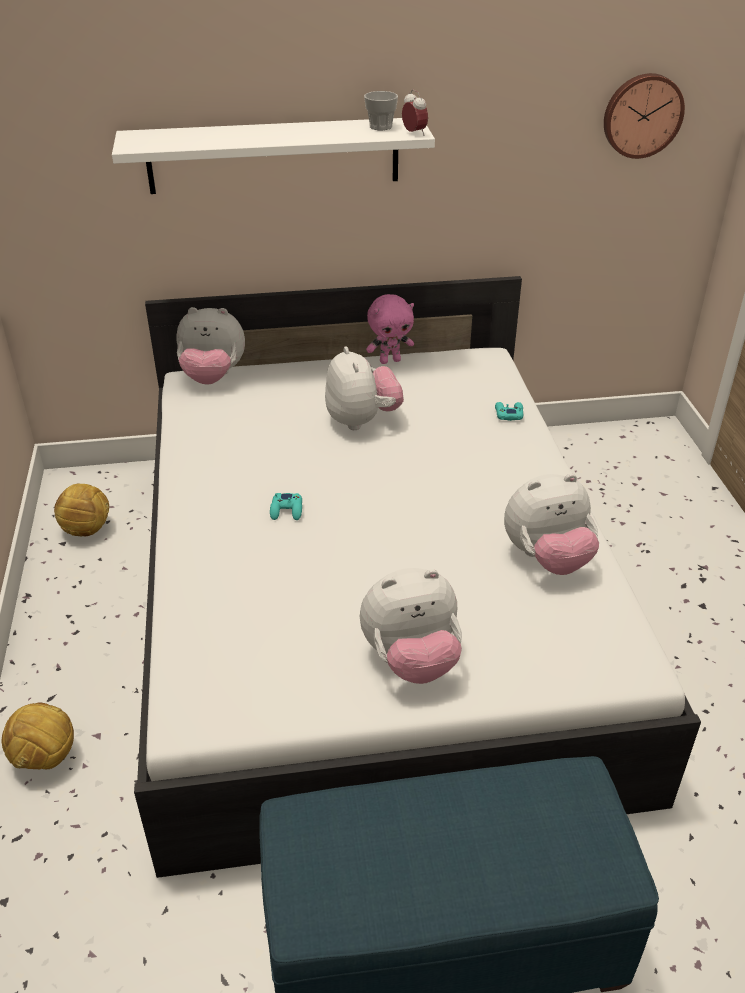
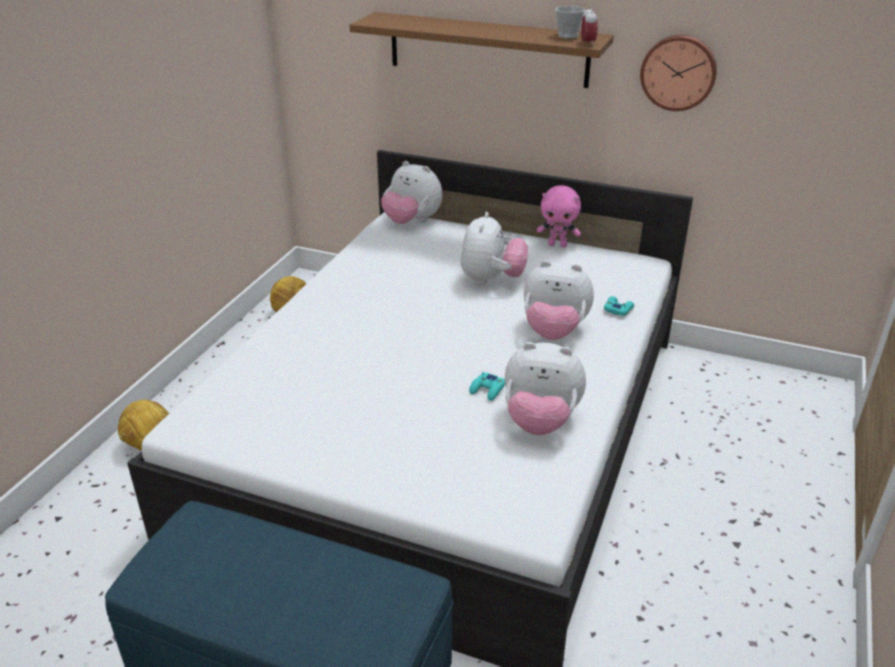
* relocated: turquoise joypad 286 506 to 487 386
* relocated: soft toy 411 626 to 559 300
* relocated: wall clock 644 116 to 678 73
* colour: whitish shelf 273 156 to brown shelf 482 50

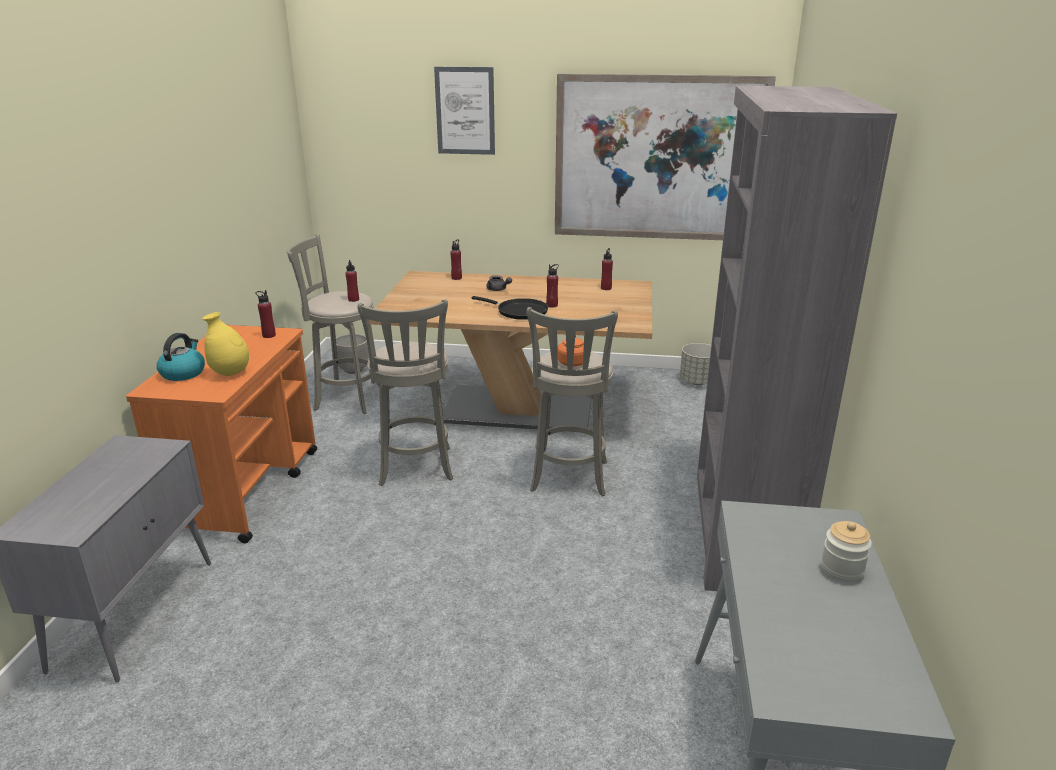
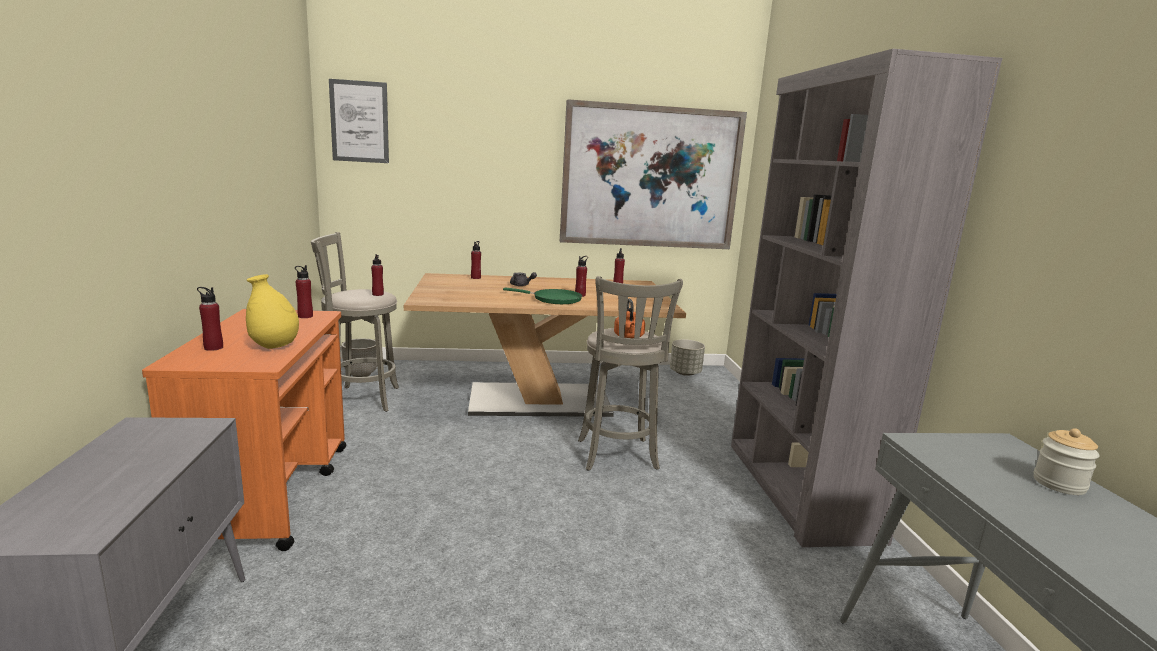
* missing: gray sitting stool 405 392
* relocated: picture 464 111 to 359 121
* exchanged: tea kettle 181 357 to reddish bottle 210 319
* colour: black-coloured pan 510 308 to green-coloured pan 542 296

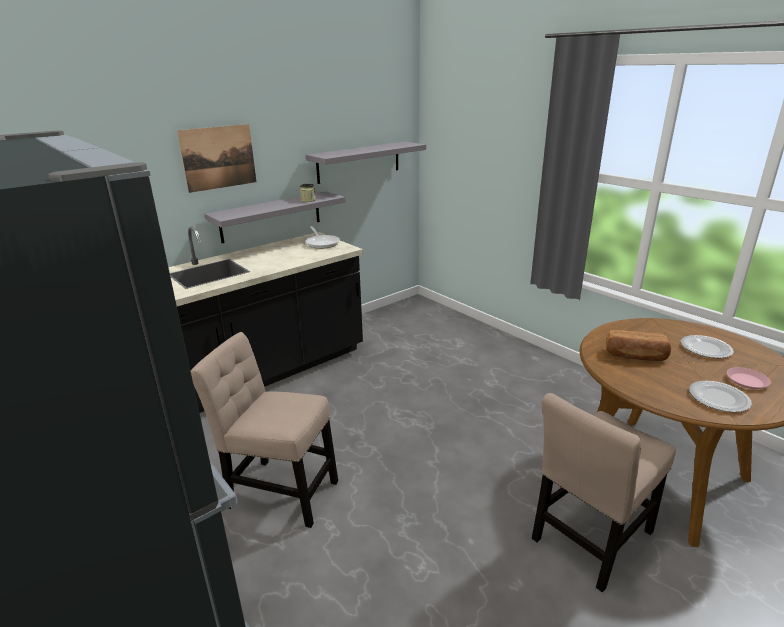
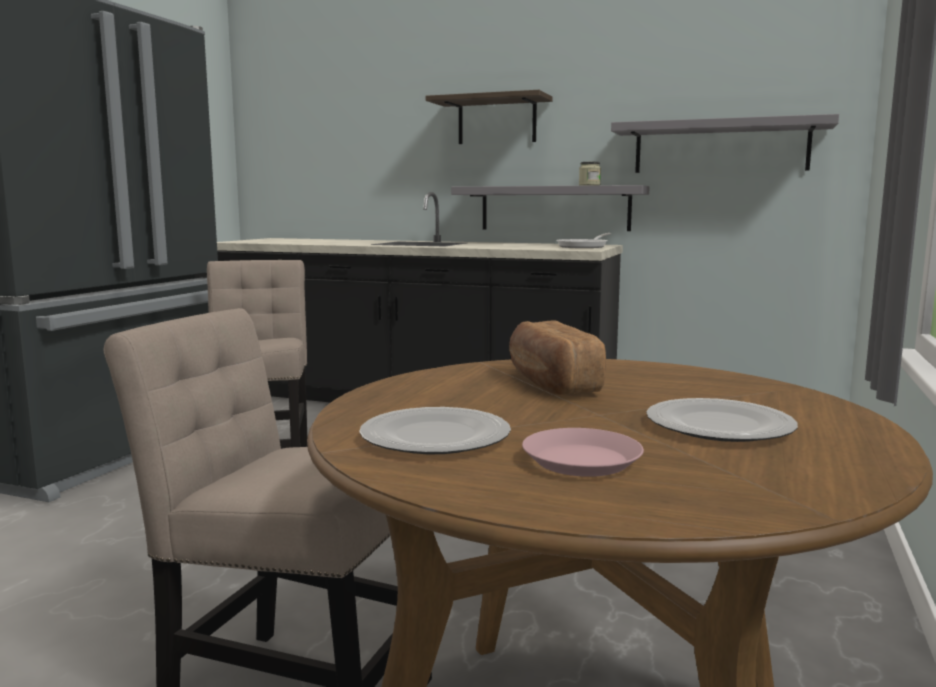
* exchanged: picture 216 158 to shelf 489 117

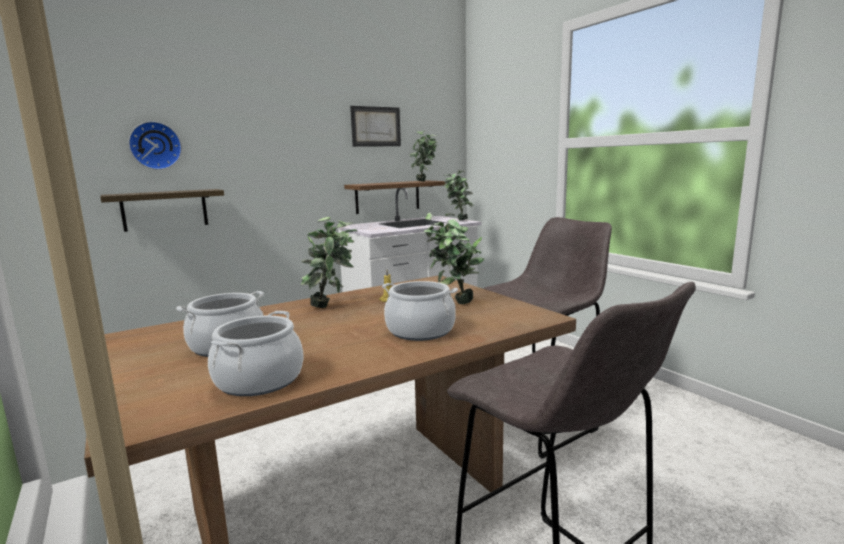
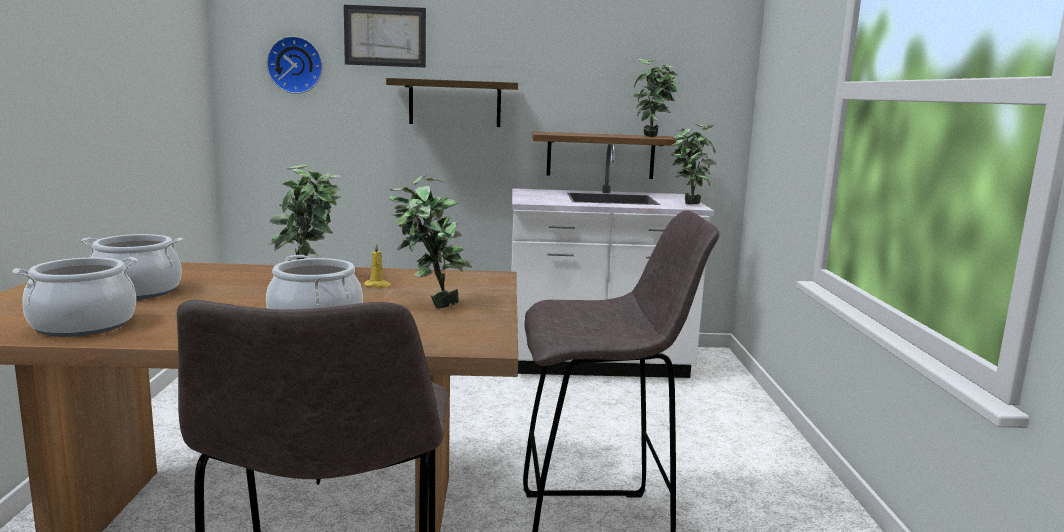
* relocated: shelf 162 210 to 452 102
* relocated: picture 375 126 to 385 36

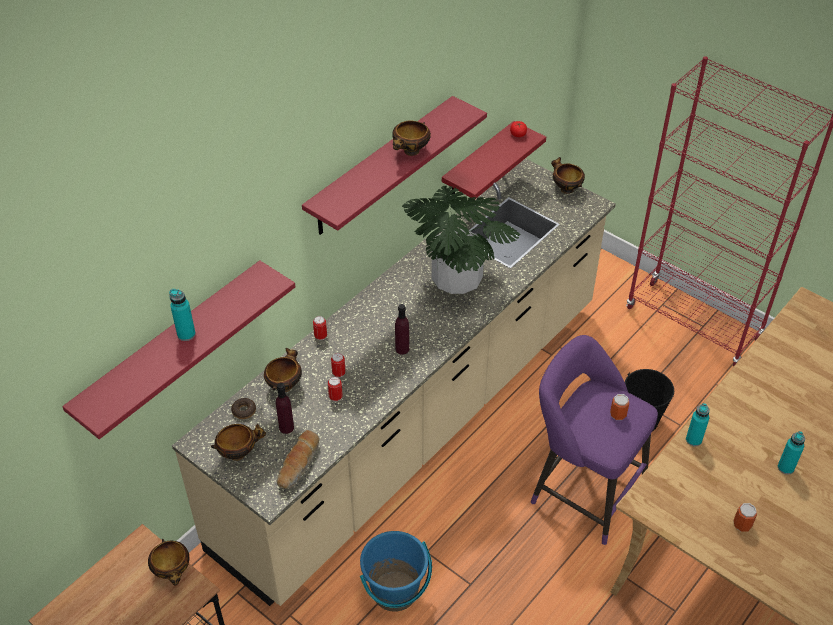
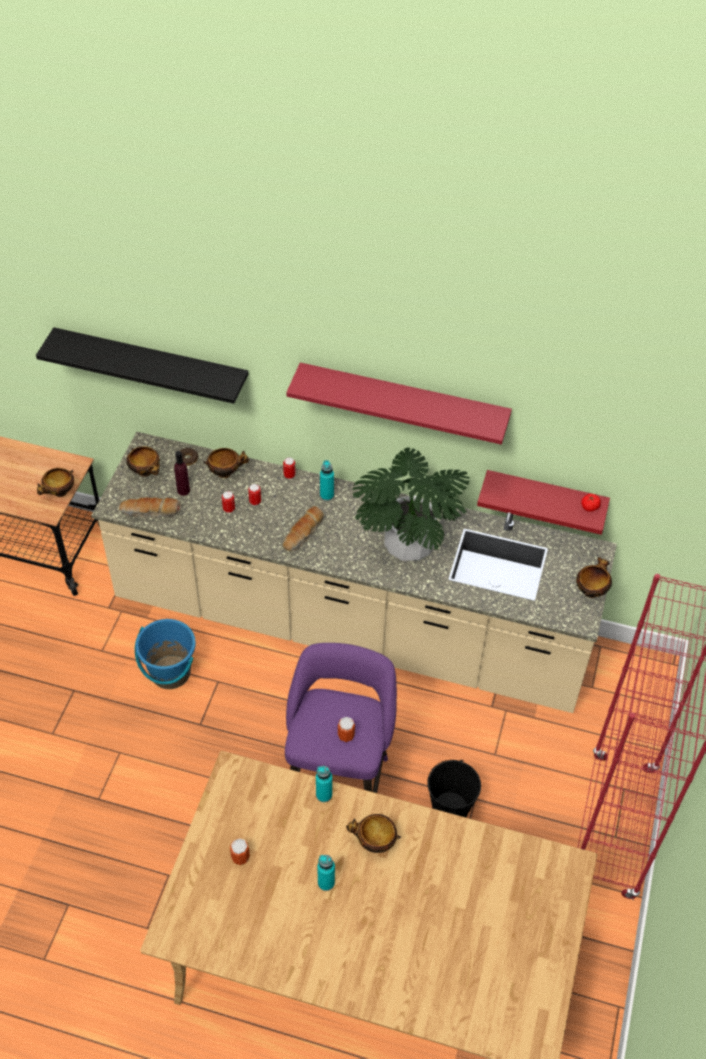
* relocated: turquoise bottle 182 315 to 327 480
* relocated: bowl 411 138 to 373 833
* exchanged: purplish bottle 402 329 to bread 303 529
* colour: reddish shelf 178 349 to black-coloured shelf 142 365

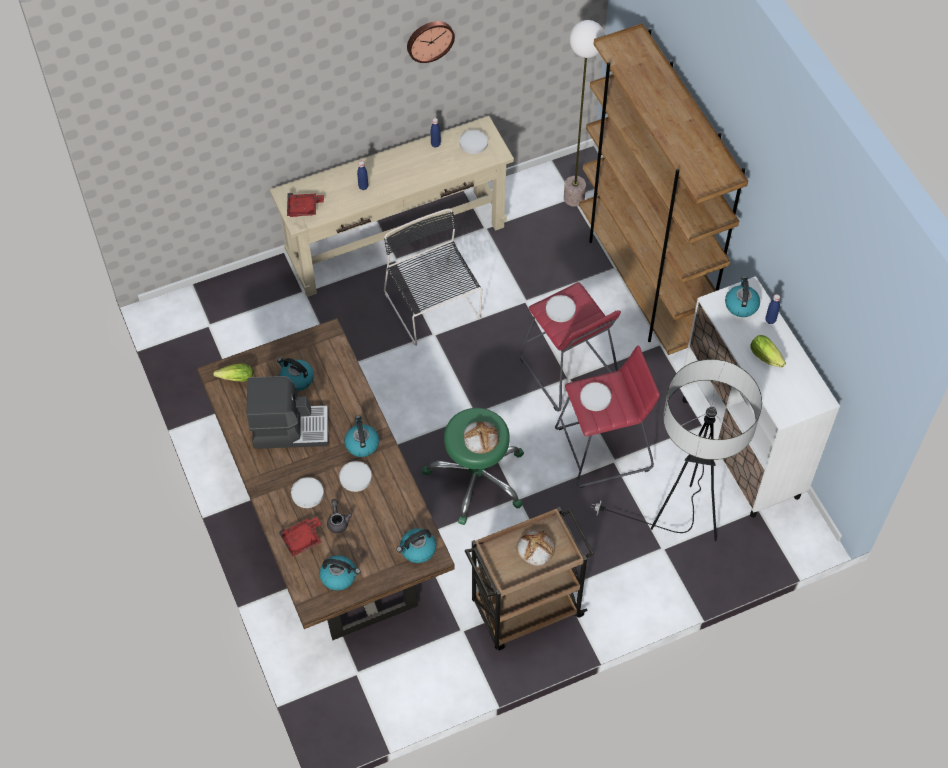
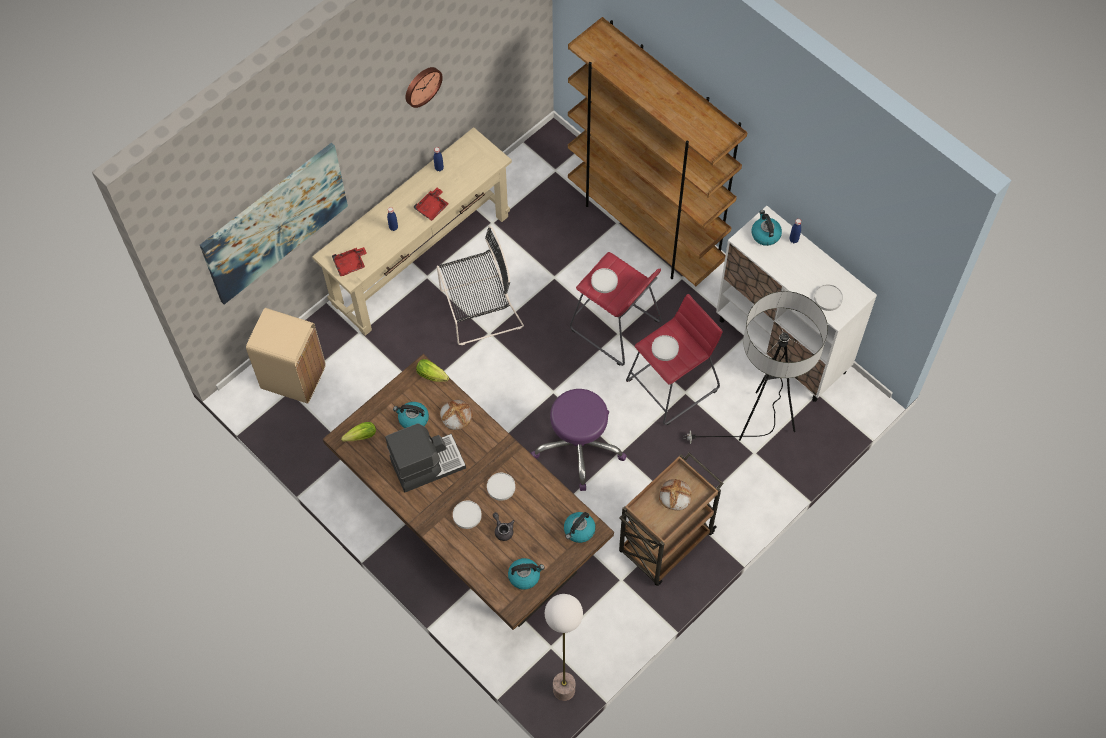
* missing: tea kettle 361 436
* appeared: picture 274 223
* appeared: sand-coloured rubbish bin 286 356
* relocated: reddish tray 300 537 to 431 204
* relocated: whitish flat dish 474 142 to 828 297
* relocated: bread 481 437 to 456 414
* relocated: floor lamp 584 113 to 564 647
* relocated: head of lettuce 768 351 to 432 370
* colour: green-coloured sitting stool 473 466 to purplish sitting stool 579 440
* spun: black-coloured upright chair 433 277 = 480 285 120 degrees clockwise

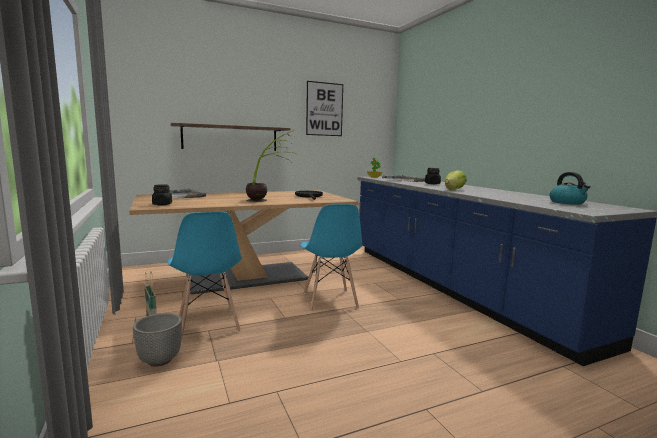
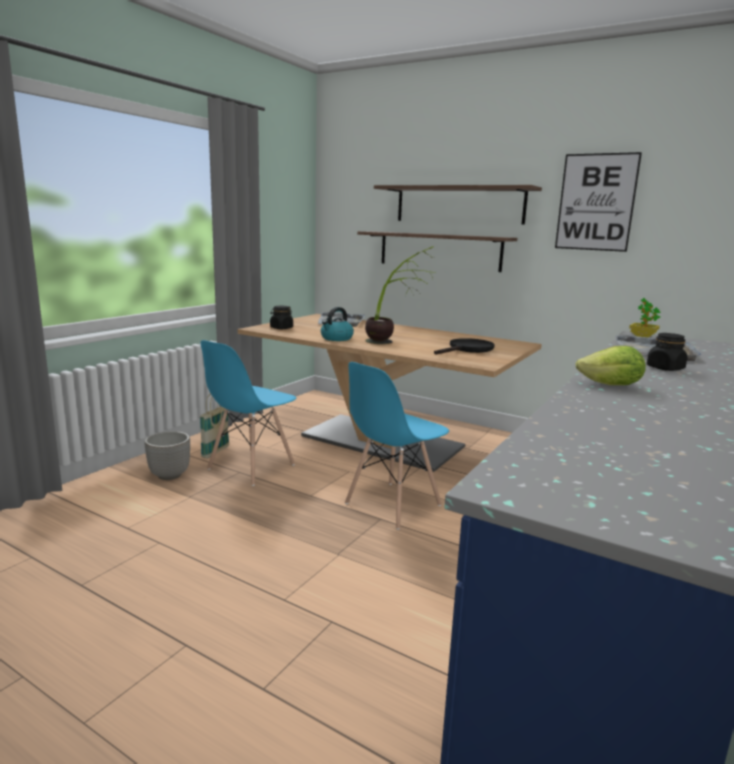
* appeared: shelf 458 205
* relocated: tea kettle 570 188 to 337 324

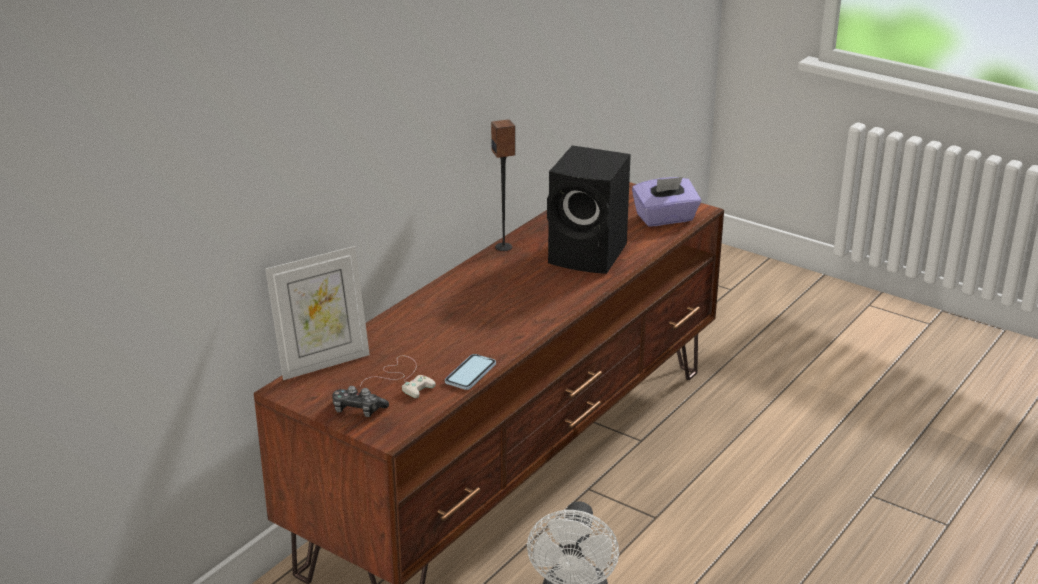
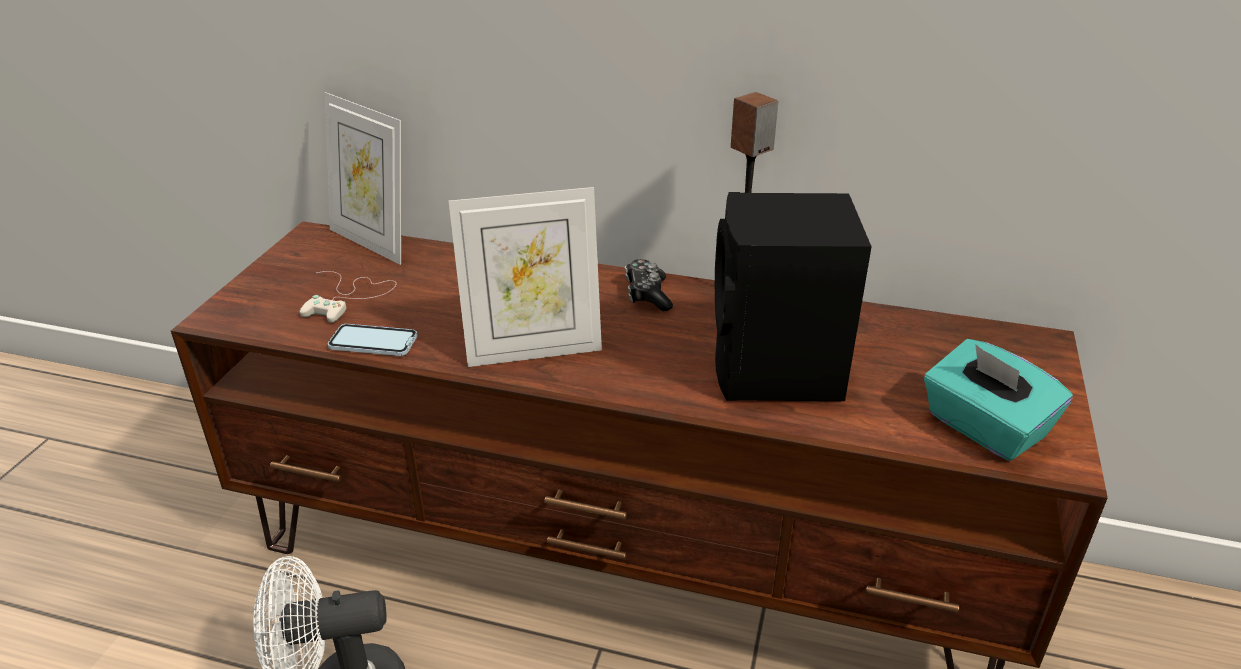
* appeared: picture frame 525 277
* relocated: joypad 360 401 to 649 285
* colour: purplish tissue box 666 202 to turquoise tissue box 998 400

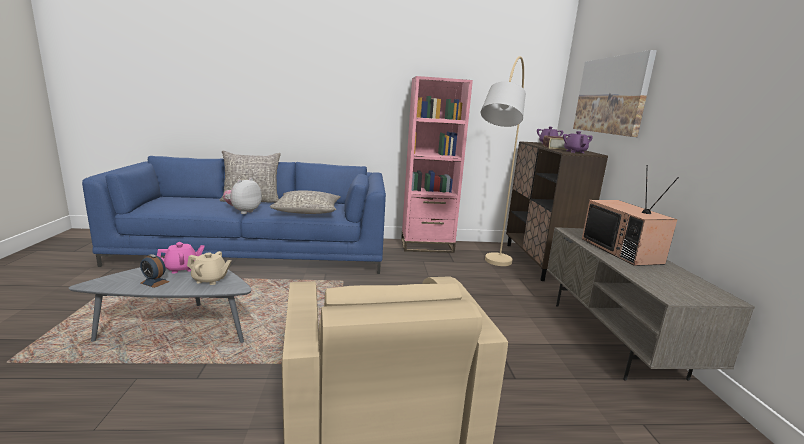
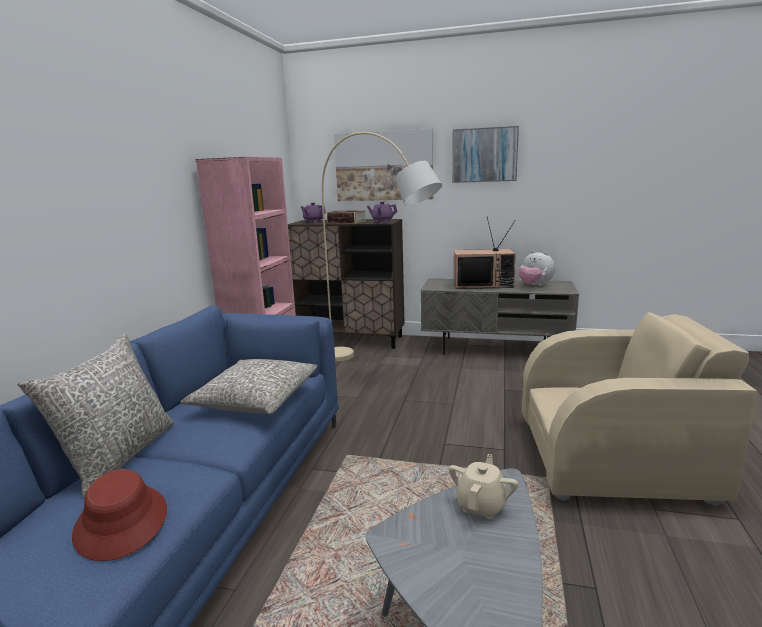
* missing: alarm clock 154 271
* missing: pink teapot 181 258
* appeared: reddish wearable hat 119 515
* appeared: picture 485 154
* relocated: soft toy 242 196 to 536 268

